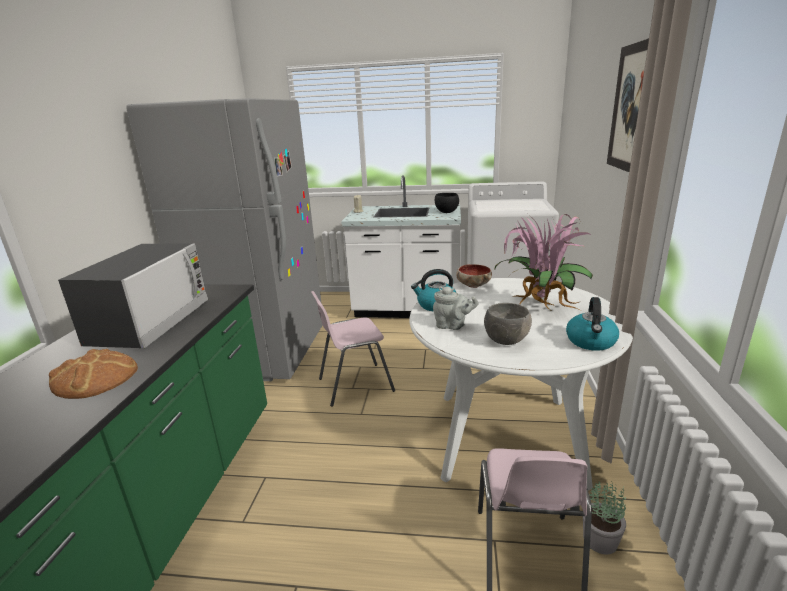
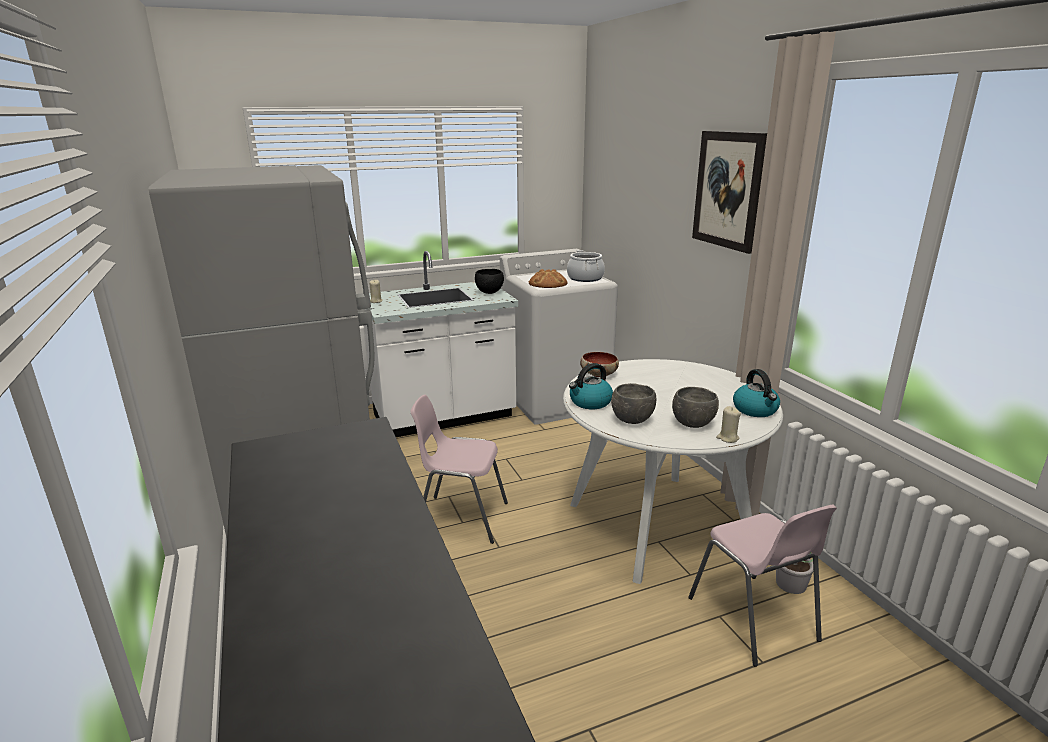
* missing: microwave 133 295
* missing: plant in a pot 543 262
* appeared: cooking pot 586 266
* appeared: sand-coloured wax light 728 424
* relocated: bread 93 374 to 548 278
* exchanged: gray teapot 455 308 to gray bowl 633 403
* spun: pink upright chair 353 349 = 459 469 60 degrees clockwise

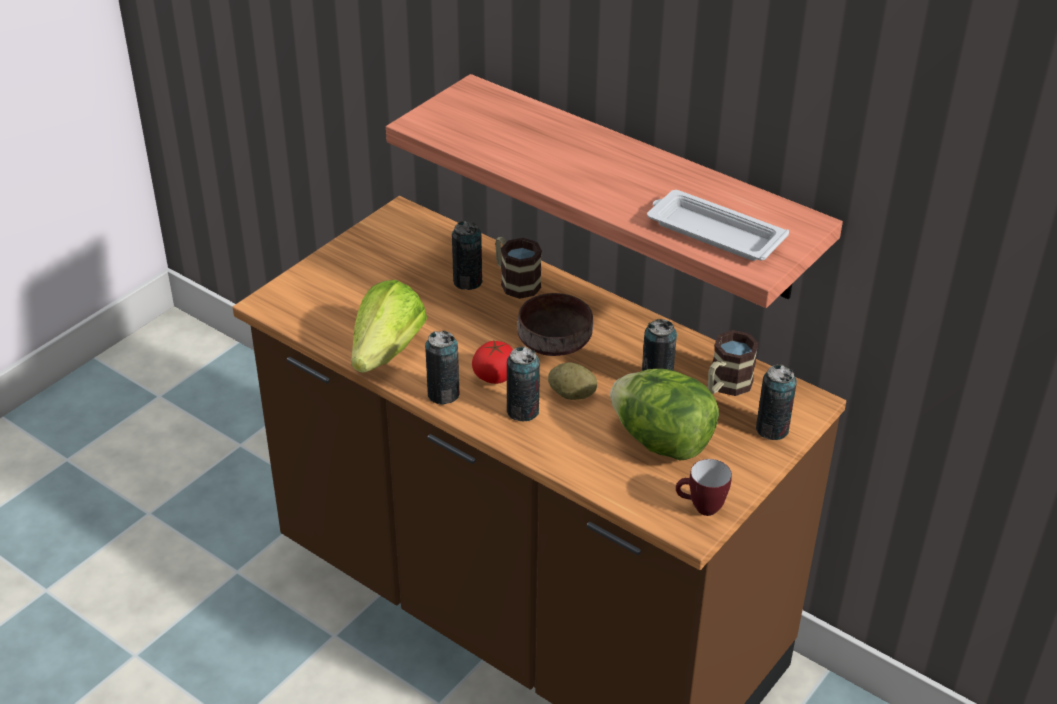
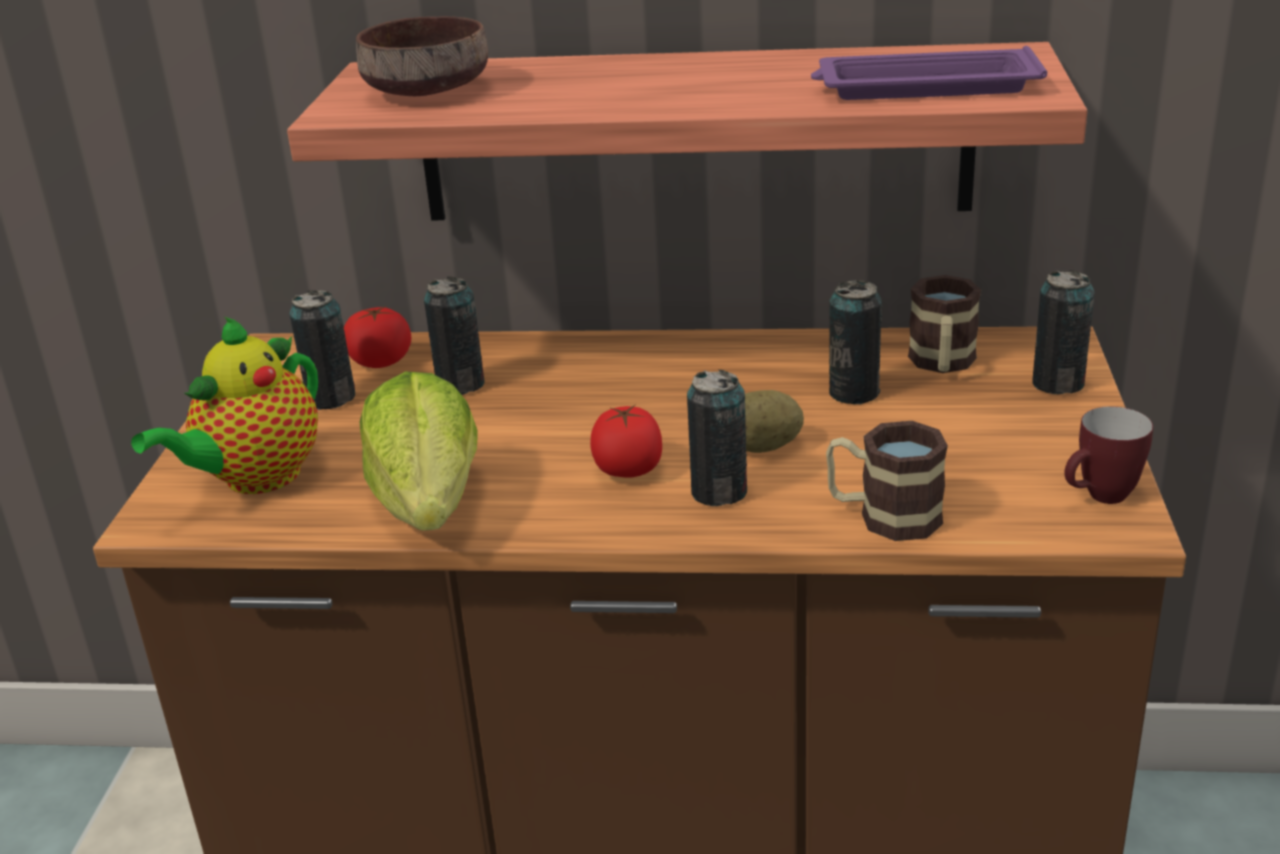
* missing: head of lettuce 664 415
* appeared: teapot 224 405
* appeared: tomato 378 337
* relocated: sealed can 442 367 to 322 350
* relocated: tea mug 518 268 to 887 481
* relocated: brown bowl 555 324 to 422 56
* colour: whitish tray 718 225 to purplish tray 929 73

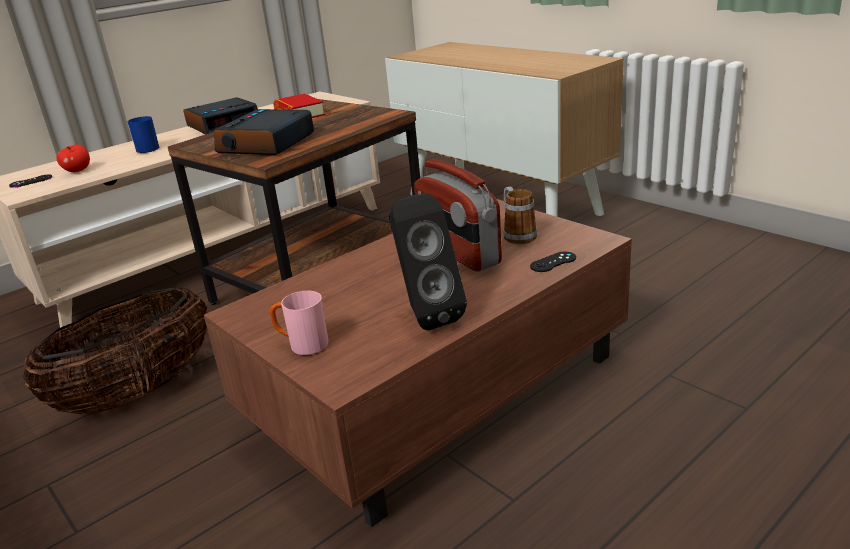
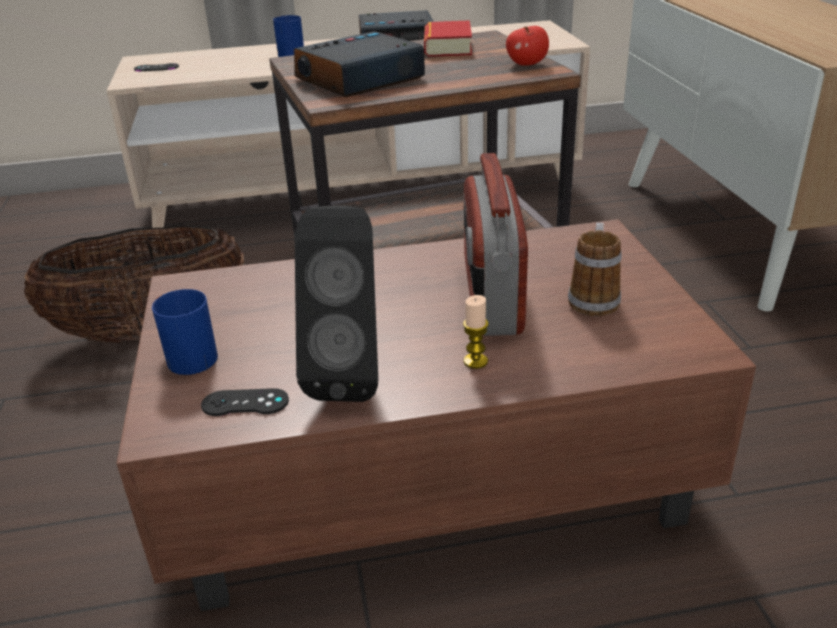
* appeared: wax light 476 332
* relocated: apple fruit 73 158 to 527 46
* relocated: black-coloured joypad 553 262 to 245 402
* colour: pink tea mug 299 323 to blue tea mug 185 332

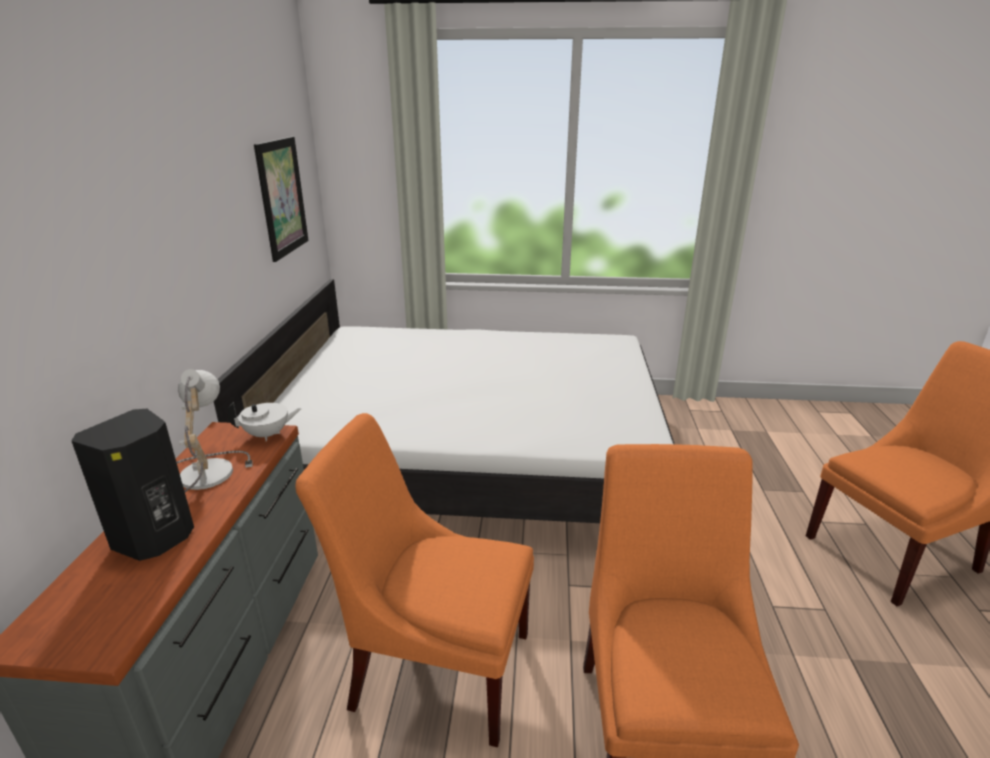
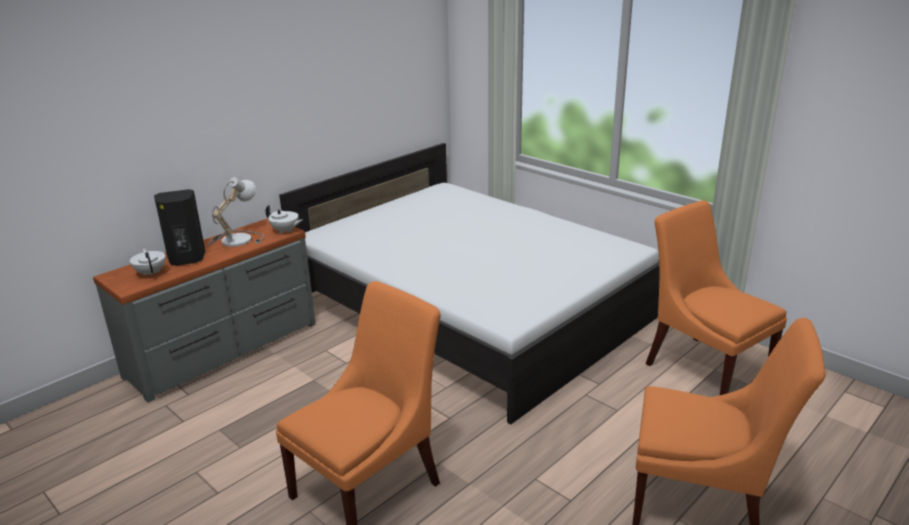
* missing: picture 281 199
* appeared: whitish teapot 147 263
* relocated: orangey upright chair 414 580 to 716 297

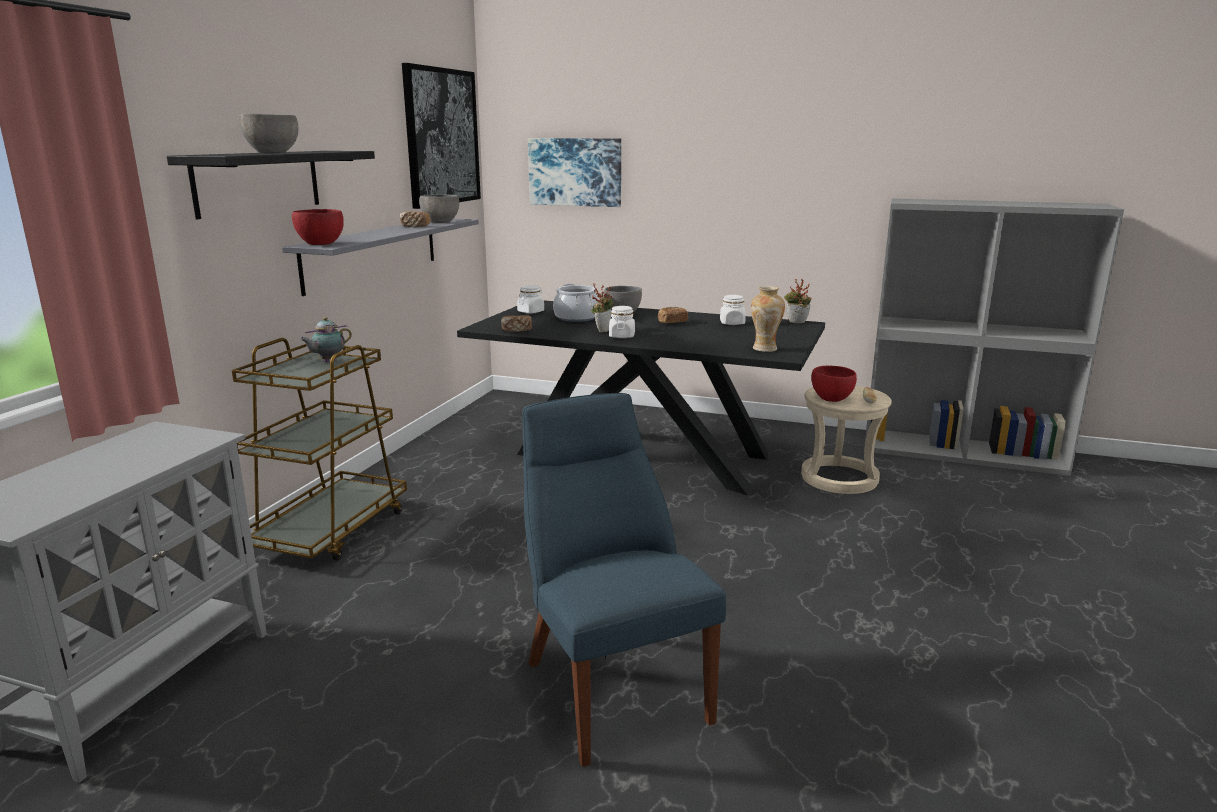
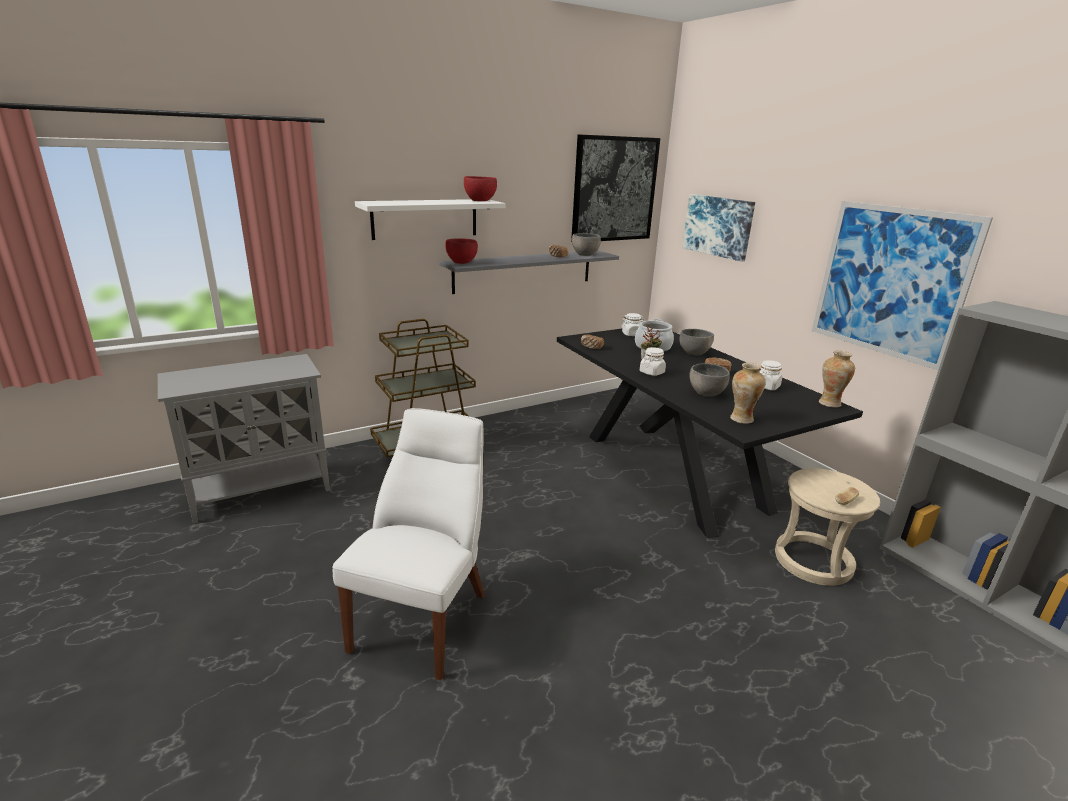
* missing: teapot 326 339
* appeared: picture 902 285
* relocated: gray bowl 268 133 to 710 380
* relocated: reddish bowl 834 384 to 480 188
* exchanged: plant in a pot 798 301 to decorative vase 837 379
* colour: black-coloured shelf 271 185 to whitish shelf 430 219
* colour: blue upright chair 624 580 to whitish upright chair 408 544

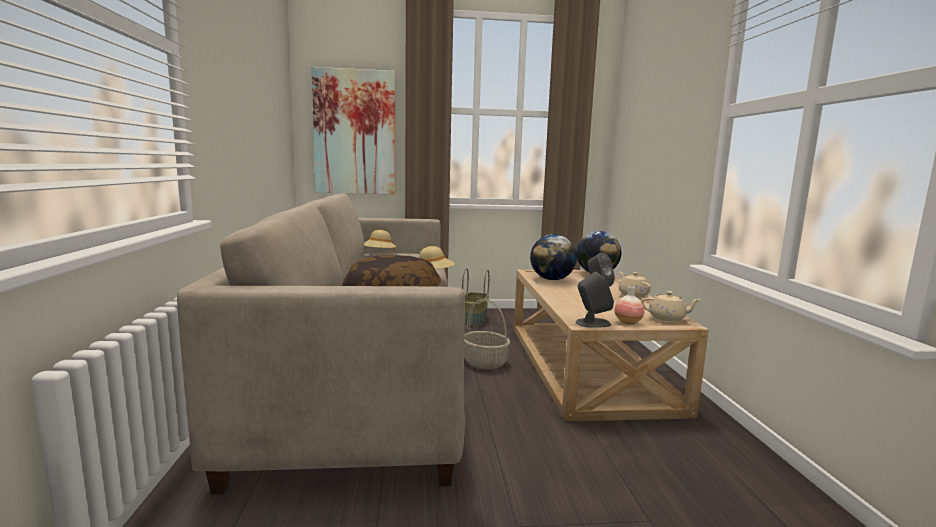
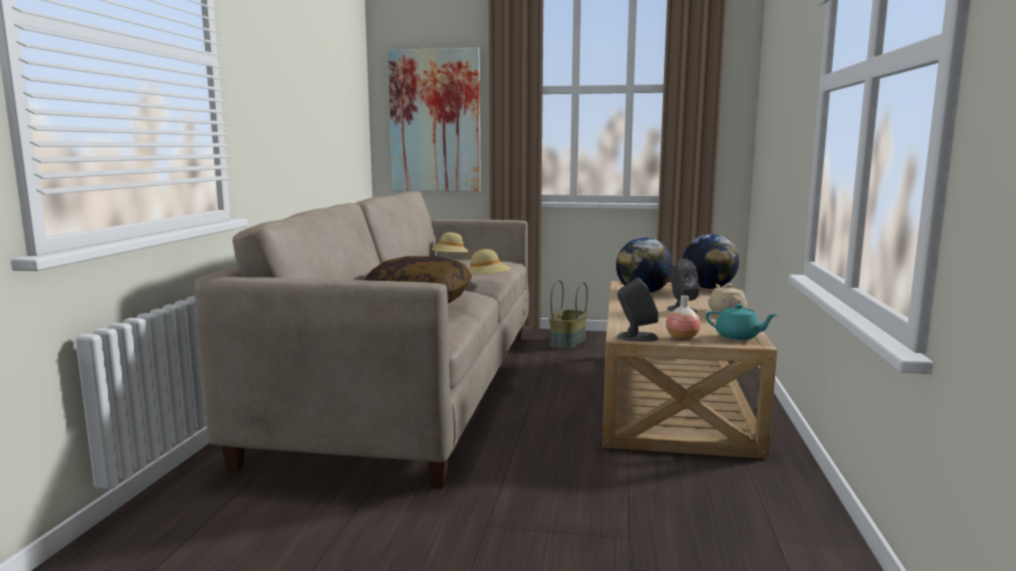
* missing: storage basket 487 334
* colour: sand-coloured teapot 671 306 to turquoise teapot 741 322

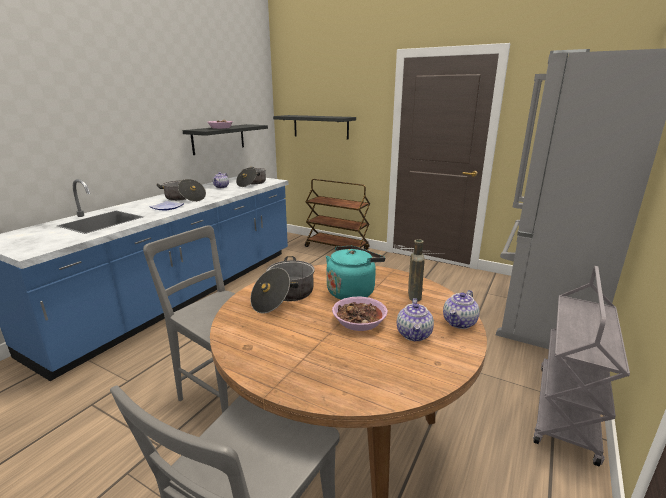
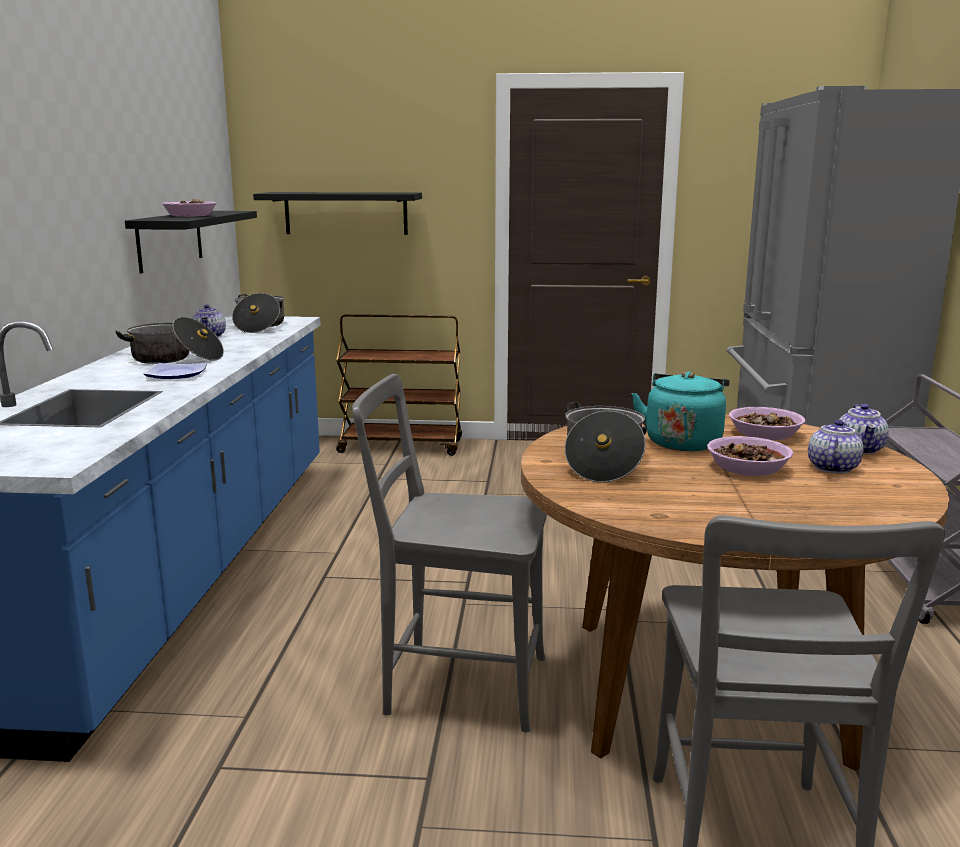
* exchanged: brown bottle 416 270 to bowl 767 423
* spun: teapot 415 320 = 835 447 135 degrees counterclockwise

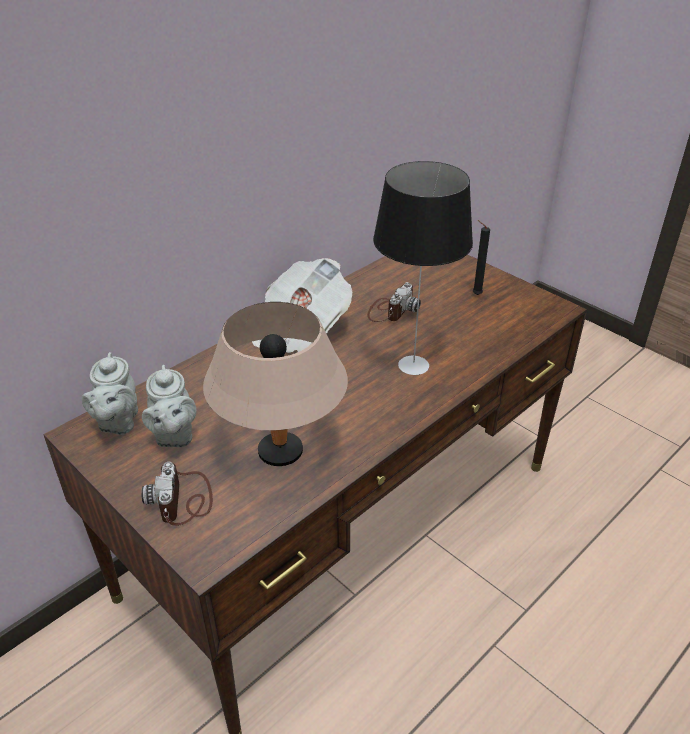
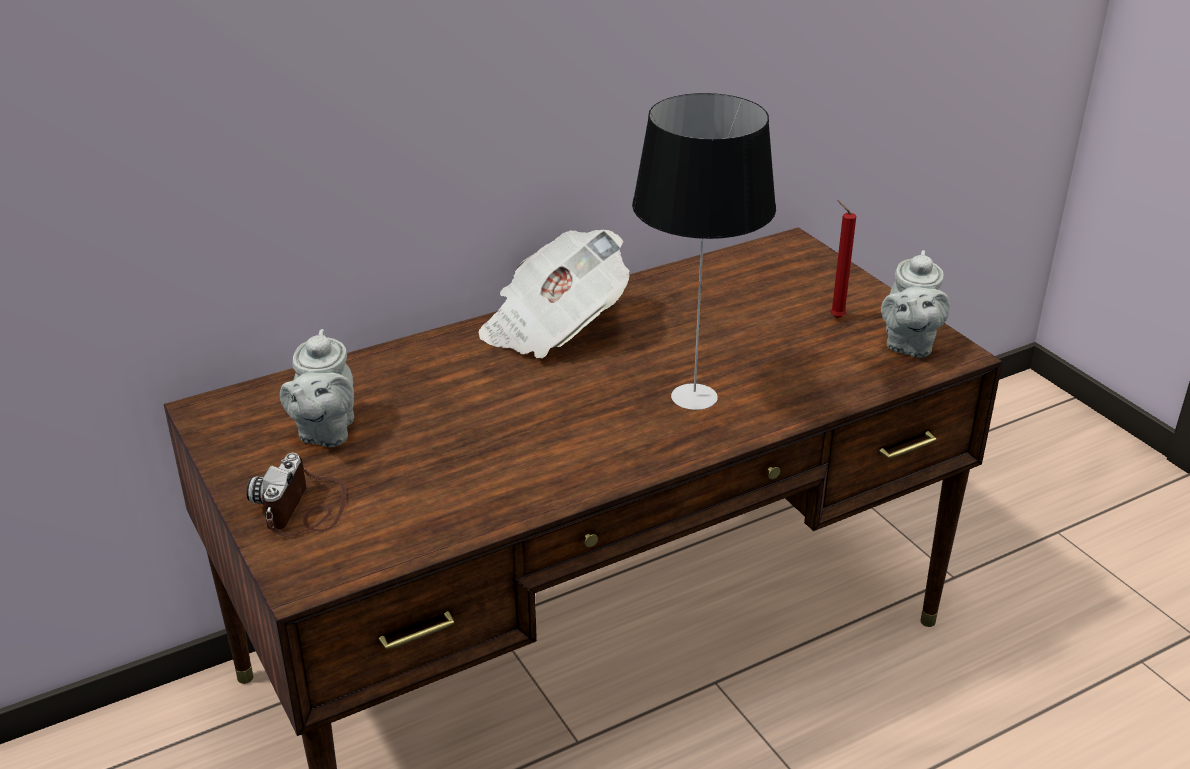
* missing: sand-coloured table lamp 275 384
* missing: photo camera 394 302
* relocated: gray teapot 110 393 to 915 304
* colour: black-coloured wax light 481 257 to reddish wax light 843 259

